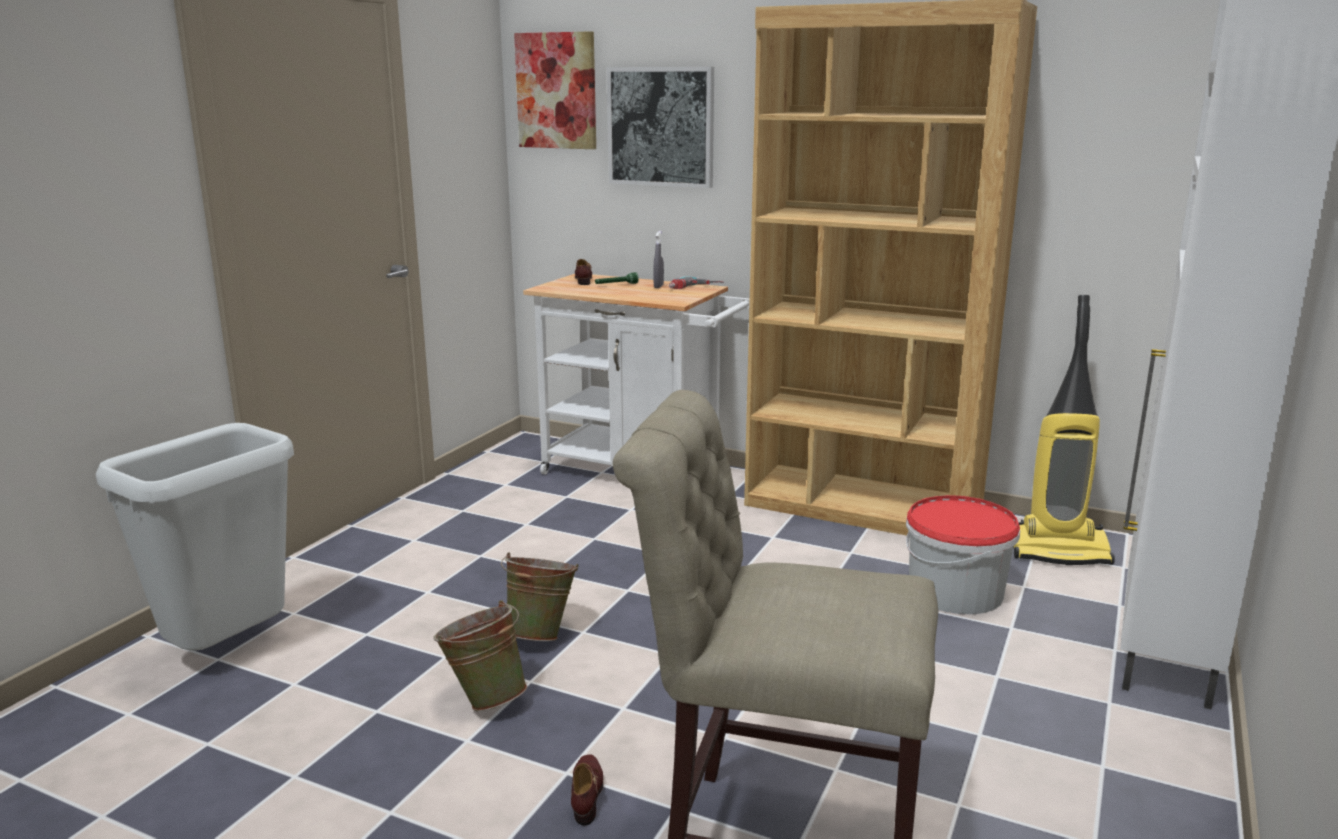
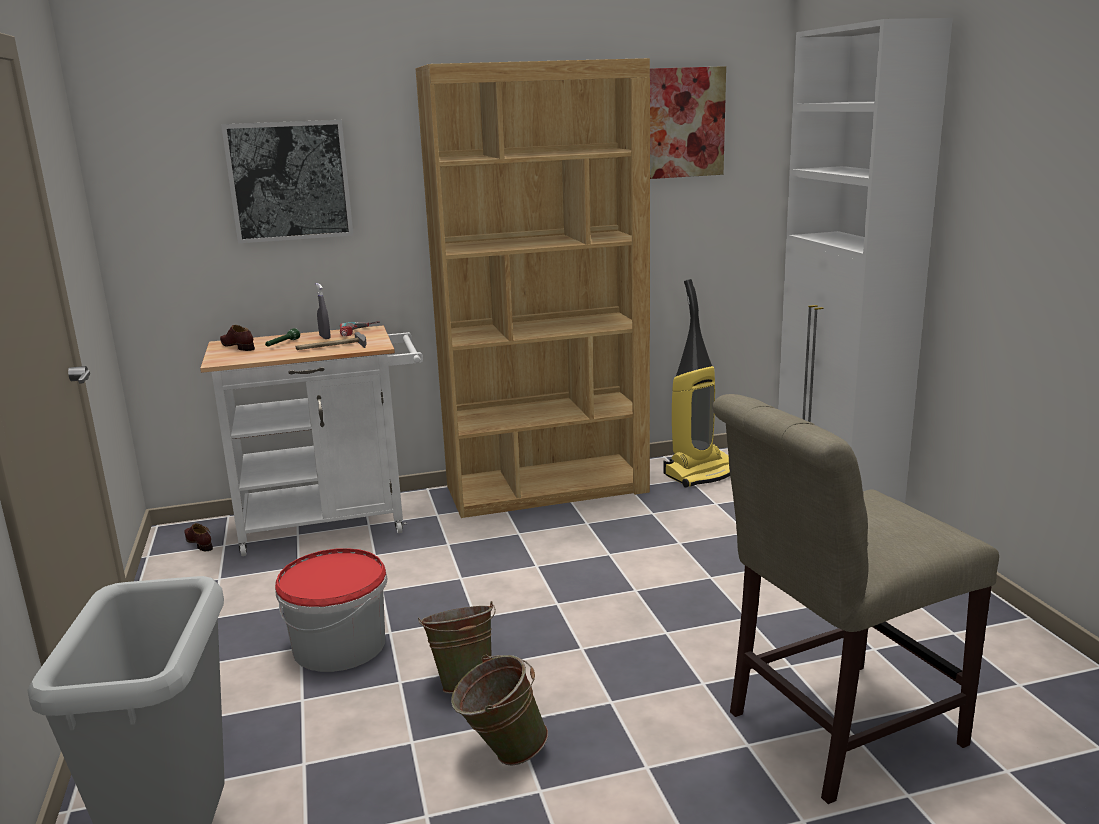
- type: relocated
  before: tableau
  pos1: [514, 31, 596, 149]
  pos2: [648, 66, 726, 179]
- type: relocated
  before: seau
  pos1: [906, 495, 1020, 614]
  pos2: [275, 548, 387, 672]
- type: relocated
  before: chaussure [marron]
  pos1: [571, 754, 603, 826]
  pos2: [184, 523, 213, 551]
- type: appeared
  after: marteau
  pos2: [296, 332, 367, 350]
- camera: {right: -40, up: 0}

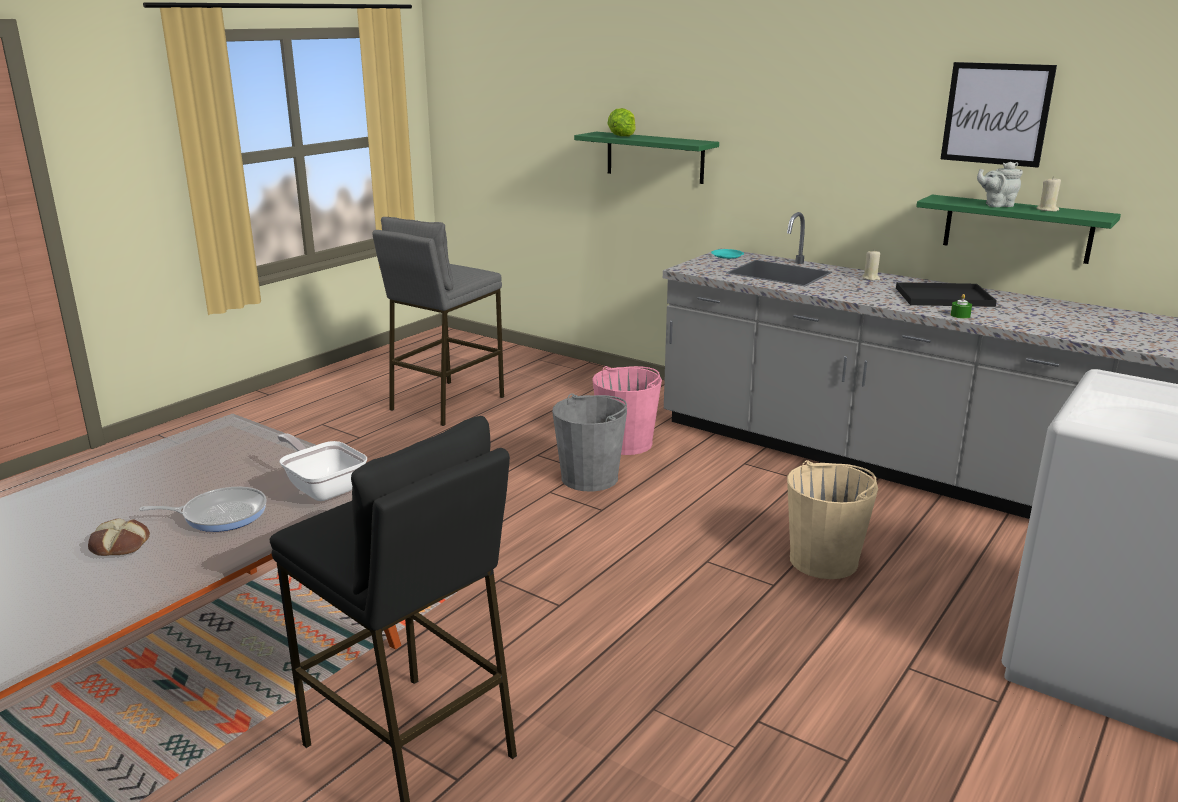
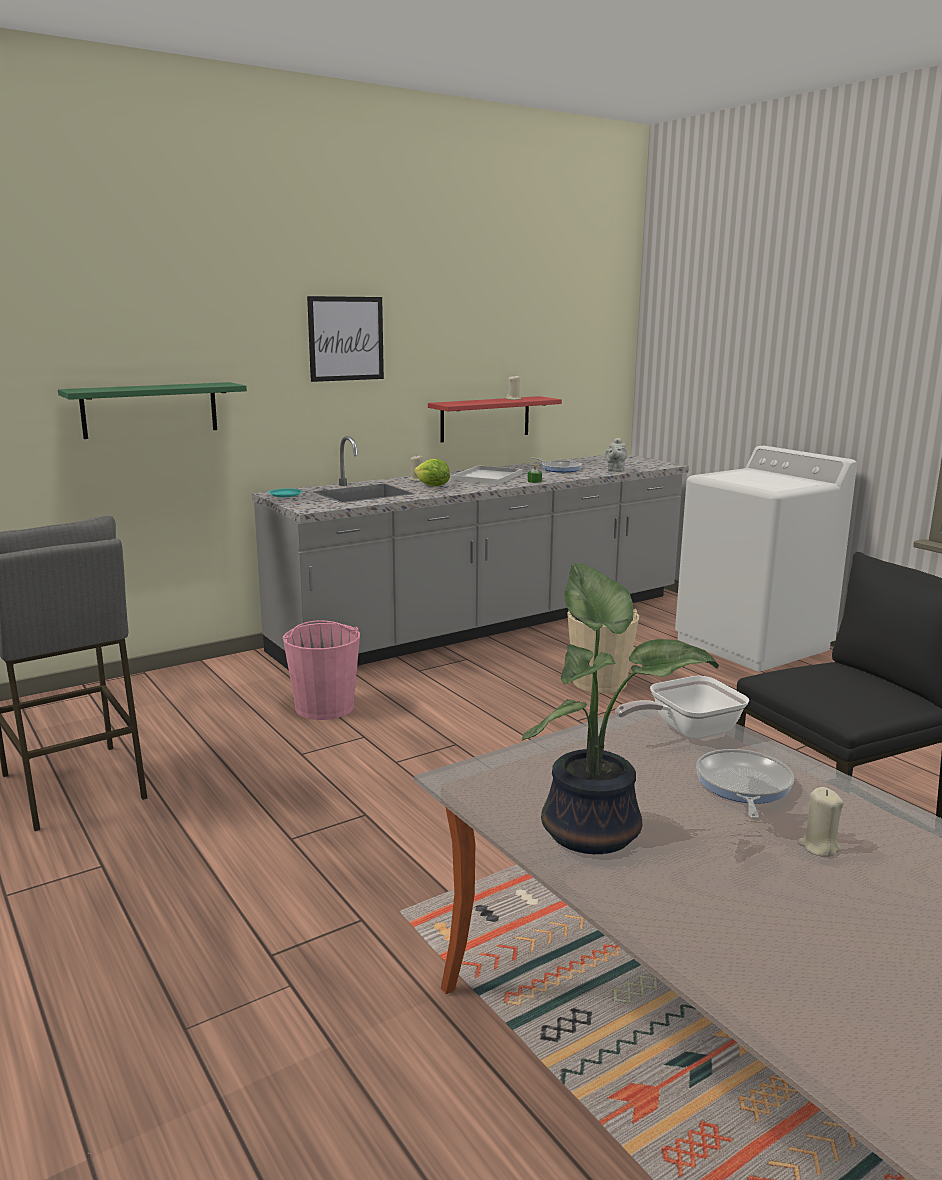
- type: relocated
  before: tableau
  pos1: [941, 62, 1057, 168]
  pos2: [307, 296, 384, 382]
- type: relocated
  before: laitue
  pos1: [607, 108, 636, 137]
  pos2: [414, 459, 450, 486]
- type: relocated
  before: théière [gris]
  pos1: [977, 162, 1023, 207]
  pos2: [605, 438, 628, 472]
- type: colour
  before: étagère [vert]
  after: étagère [rouge]
  pos1: [916, 195, 1121, 264]
  pos2: [428, 396, 562, 443]
- type: colour
  before: plateau [noir]
  after: plateau [blanc]
  pos1: [896, 282, 997, 307]
  pos2: [452, 465, 523, 485]
- type: missing
  before: seau [gris]
  pos1: [552, 393, 627, 491]
- type: exchanged
  before: pain
  after: bougie [beige]
  pos1: [88, 518, 150, 556]
  pos2: [797, 787, 844, 857]
- type: appeared
  after: poêle
  pos2: [531, 457, 582, 472]
- type: appeared
  after: plante en pot
  pos2: [522, 563, 719, 854]
- camera: {right: -70, up: -5}

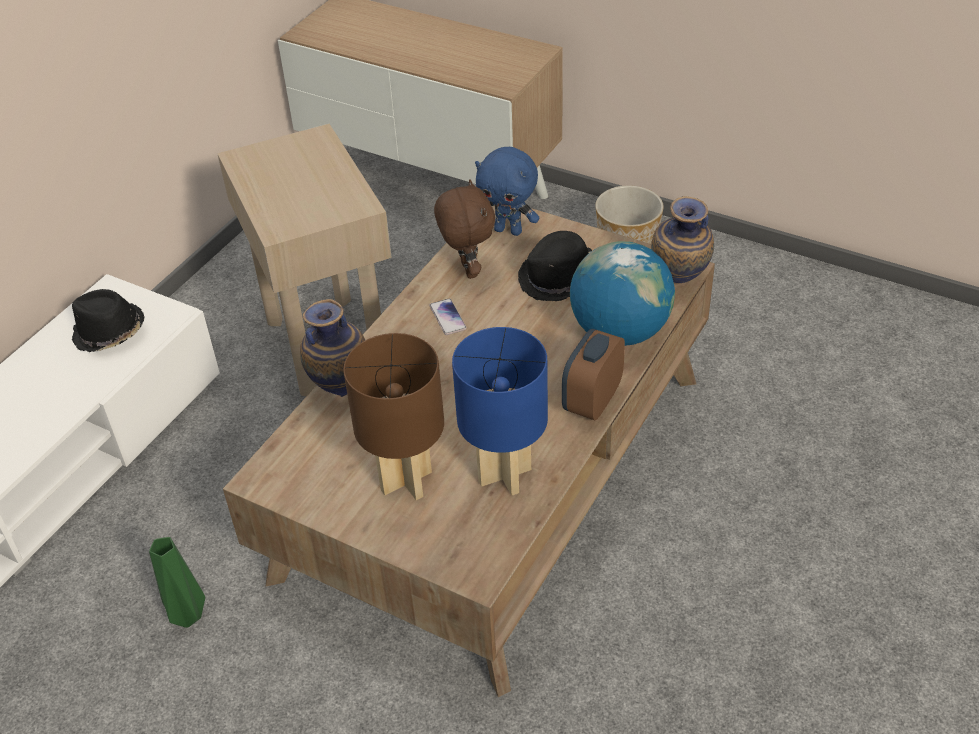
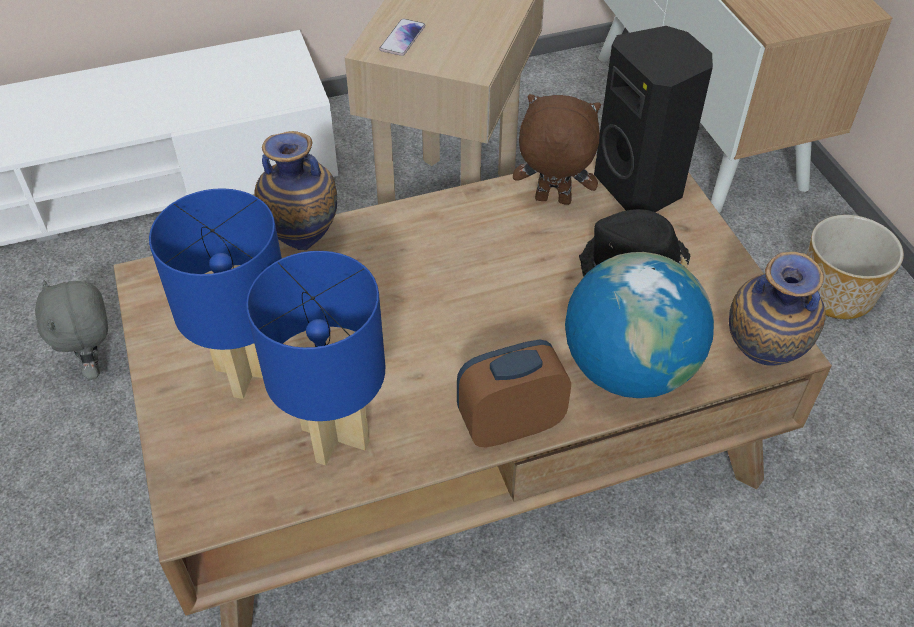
- type: exchanged
  before: peluche [bleu]
  after: enceinte [noir]
  pos1: [475, 147, 539, 236]
  pos2: [594, 26, 713, 212]
- type: spun
  before: peluche [marron]
  pos1: [434, 179, 495, 279]
  pos2: [513, 94, 601, 205]
  turn: -105
- type: missing
  before: chapeau [noir]
  pos1: [72, 289, 145, 352]
- type: relocated
  before: téléphone
  pos1: [430, 299, 467, 335]
  pos2: [379, 19, 425, 56]
- type: colour
  before: lampe de table [marron]
  after: lampe de table [bleu]
  pos1: [343, 333, 444, 500]
  pos2: [149, 188, 282, 399]
- type: exchanged
  before: vase [vert]
  after: peluche [gris]
  pos1: [149, 537, 205, 628]
  pos2: [35, 280, 108, 380]
- camera: {right: 40, up: 5}

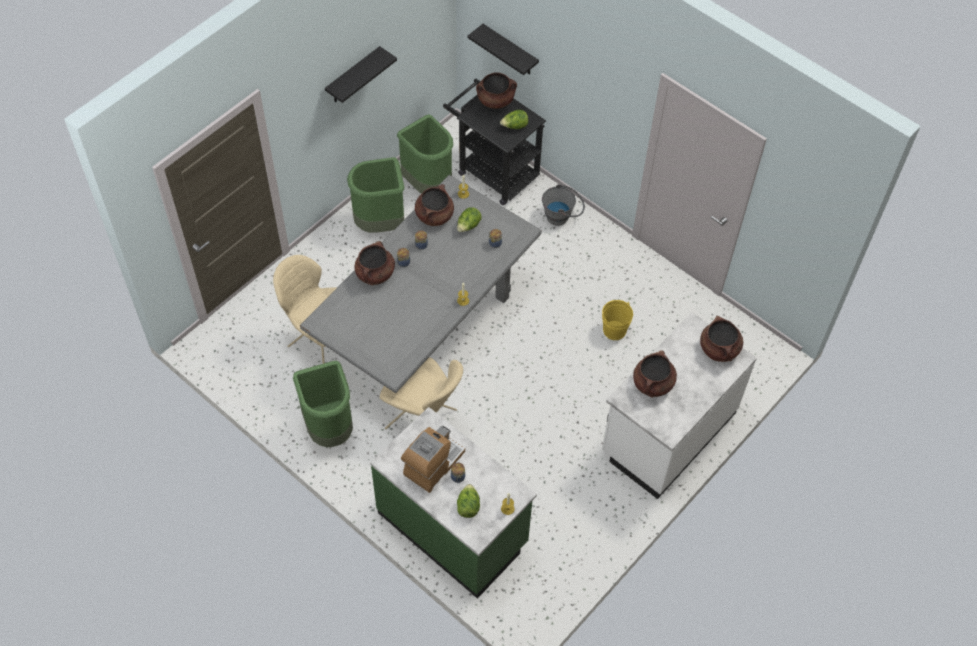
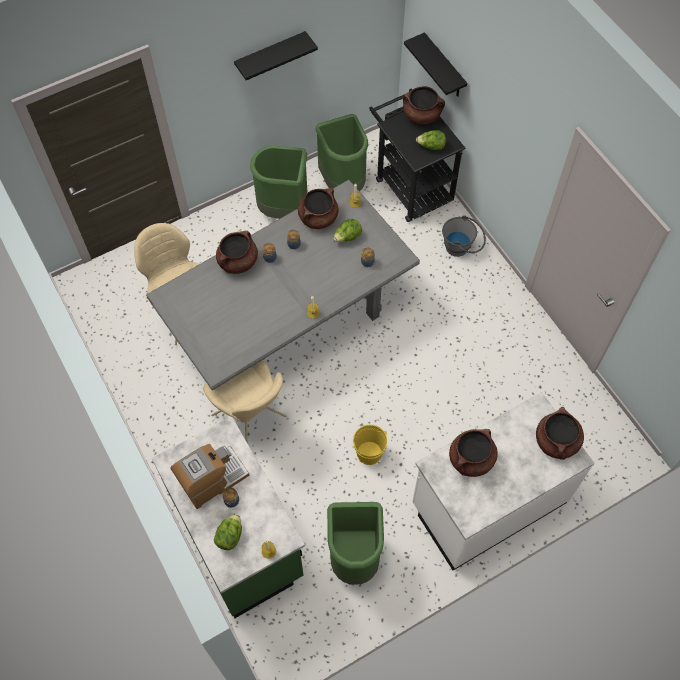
- type: relocated
  before: seau [jaune]
  pos1: [602, 300, 633, 340]
  pos2: [352, 425, 387, 465]
- type: relocated
  before: poubelle [vert]
  pos1: [293, 361, 353, 447]
  pos2: [327, 502, 384, 585]
- camera: {right: 20, up: 5}

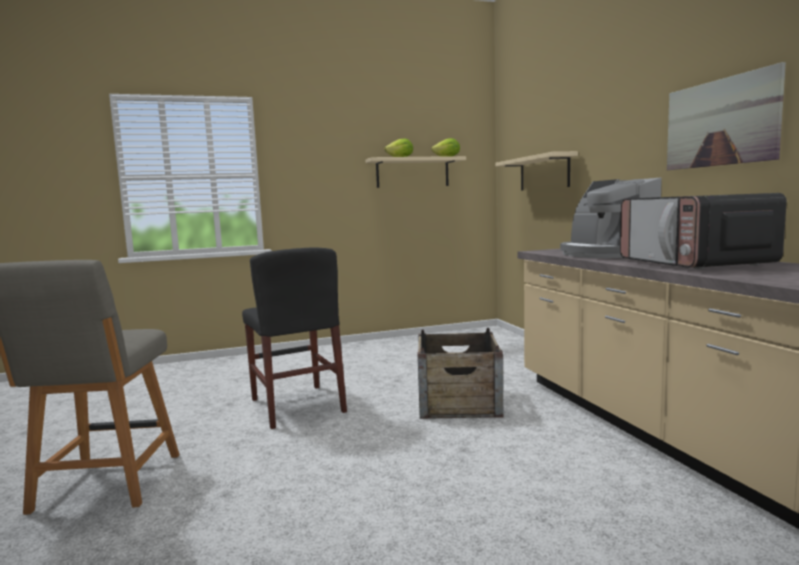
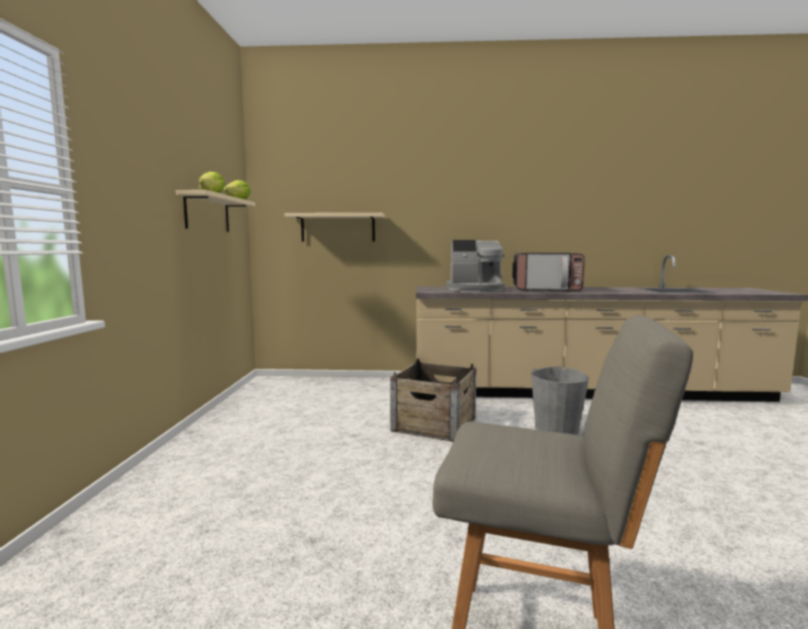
- type: missing
  before: tableau
  pos1: [667, 62, 786, 170]
- type: missing
  before: chaise [noir]
  pos1: [242, 248, 347, 429]
- type: appeared
  after: seau [gris]
  pos2: [531, 367, 589, 435]
- camera: {right: -70, up: 0}

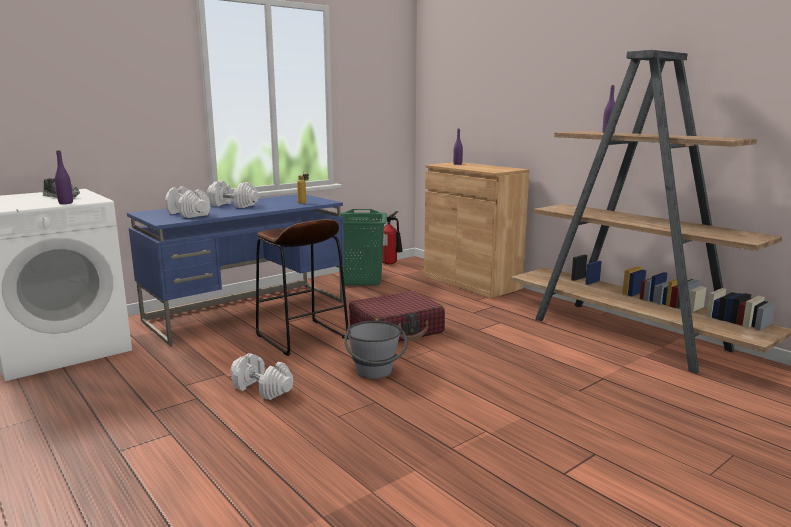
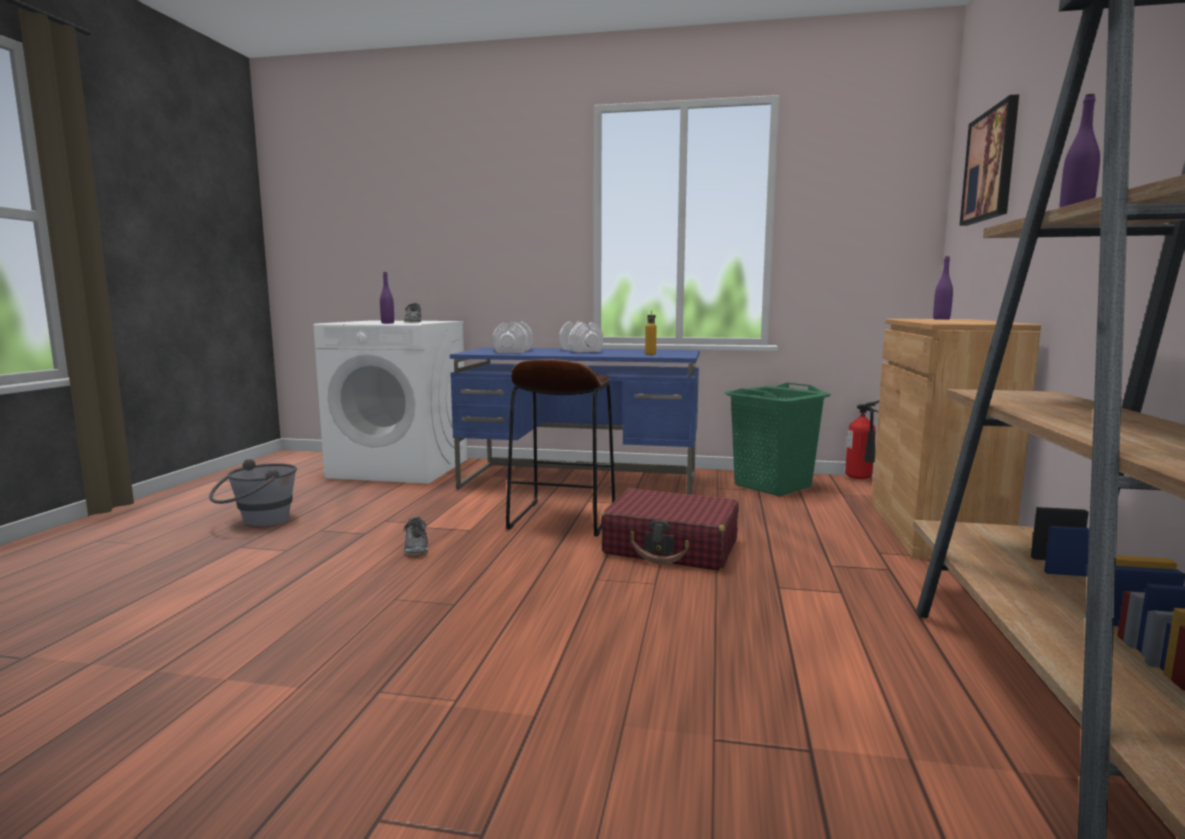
- type: relocated
  before: seau [gris]
  pos1: [344, 321, 408, 380]
  pos2: [209, 459, 297, 528]
- type: exchanged
  before: haltère [blanc]
  after: chaussure
  pos1: [231, 353, 293, 400]
  pos2: [403, 517, 428, 555]
- type: appeared
  after: tableau
  pos2: [959, 94, 1019, 226]
- camera: {right: 50, up: -5}

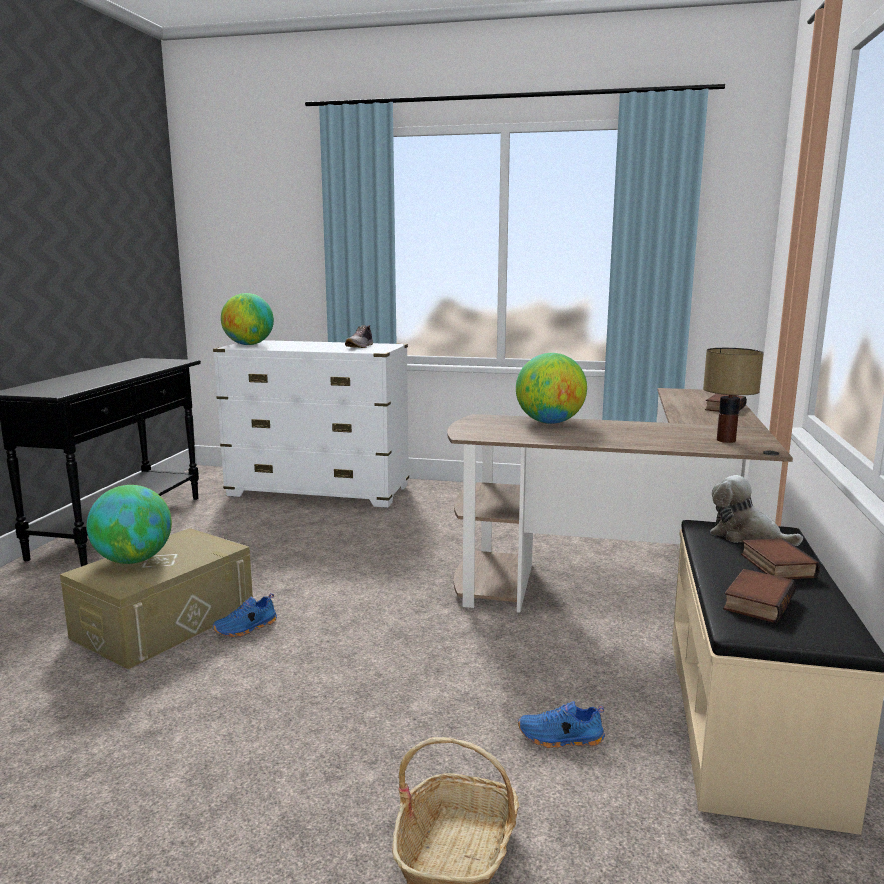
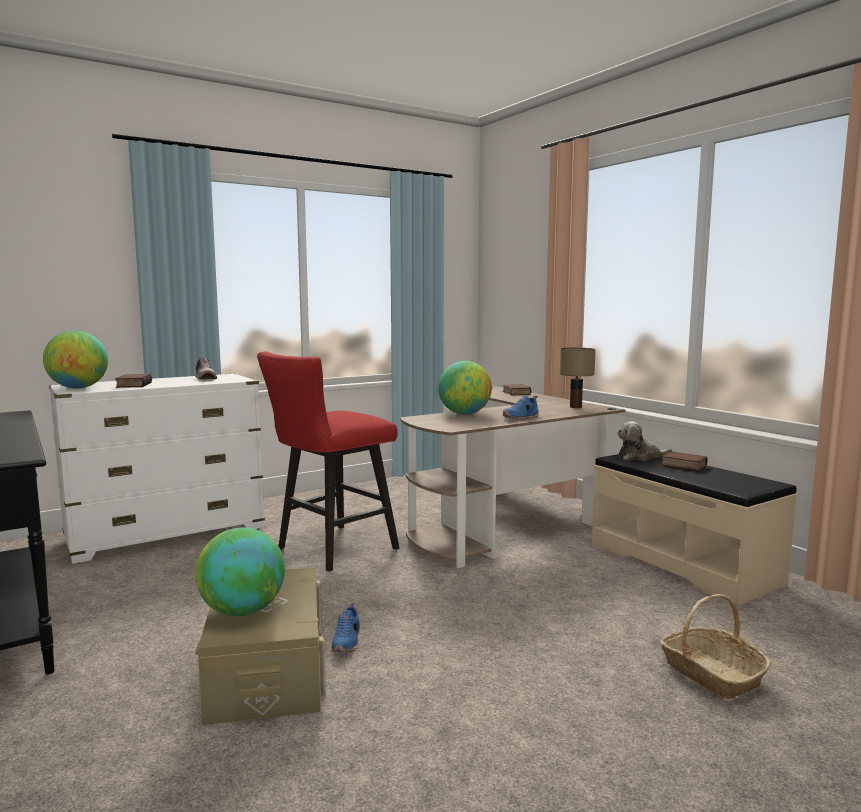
- type: relocated
  before: livre
  pos1: [723, 569, 796, 623]
  pos2: [115, 374, 152, 388]
- type: relocated
  before: chaussure [bleu]
  pos1: [518, 701, 605, 748]
  pos2: [503, 396, 539, 420]
- type: appeared
  after: tabouret [rouge]
  pos2: [257, 351, 399, 572]
- camera: {right: -45, up: -5}

